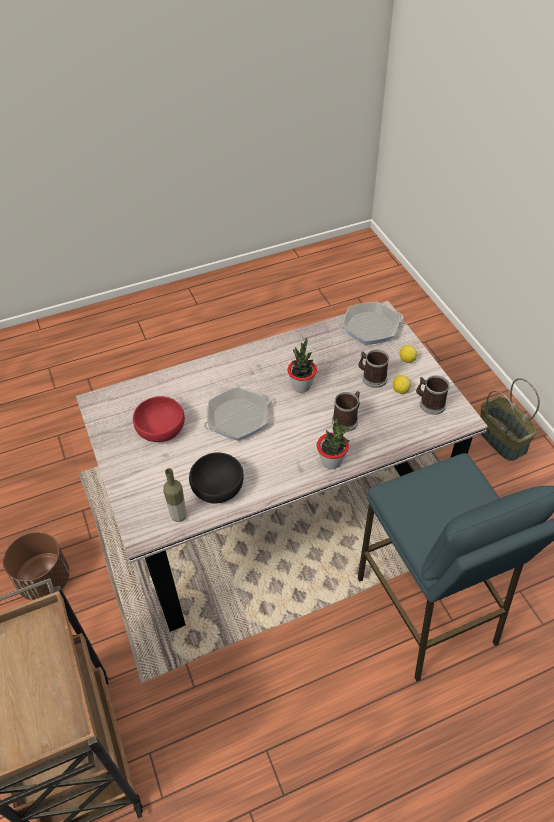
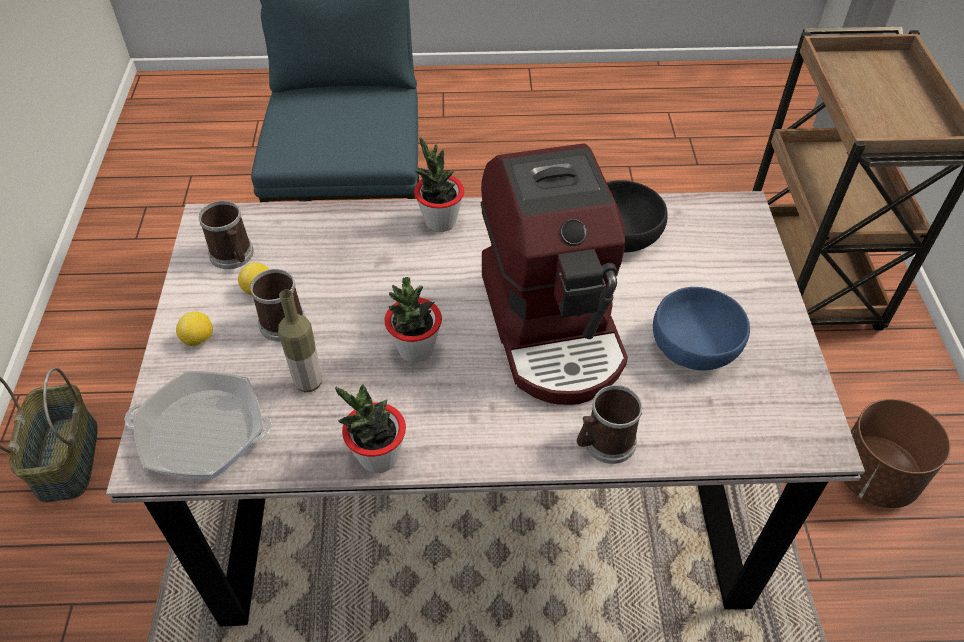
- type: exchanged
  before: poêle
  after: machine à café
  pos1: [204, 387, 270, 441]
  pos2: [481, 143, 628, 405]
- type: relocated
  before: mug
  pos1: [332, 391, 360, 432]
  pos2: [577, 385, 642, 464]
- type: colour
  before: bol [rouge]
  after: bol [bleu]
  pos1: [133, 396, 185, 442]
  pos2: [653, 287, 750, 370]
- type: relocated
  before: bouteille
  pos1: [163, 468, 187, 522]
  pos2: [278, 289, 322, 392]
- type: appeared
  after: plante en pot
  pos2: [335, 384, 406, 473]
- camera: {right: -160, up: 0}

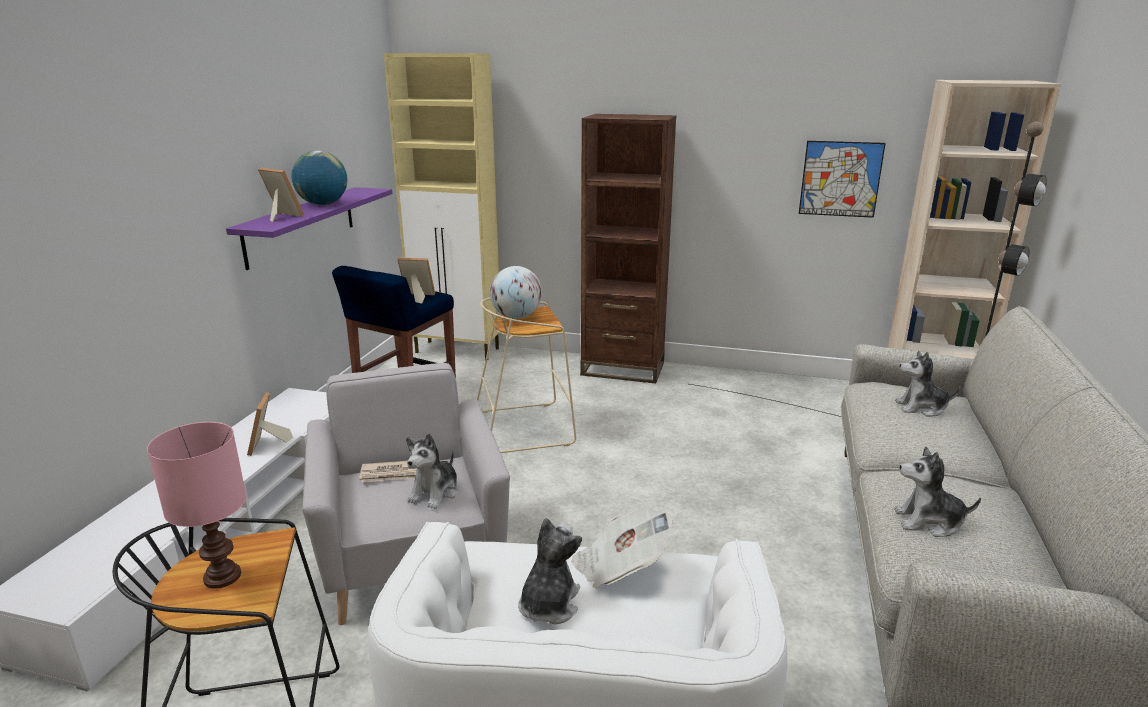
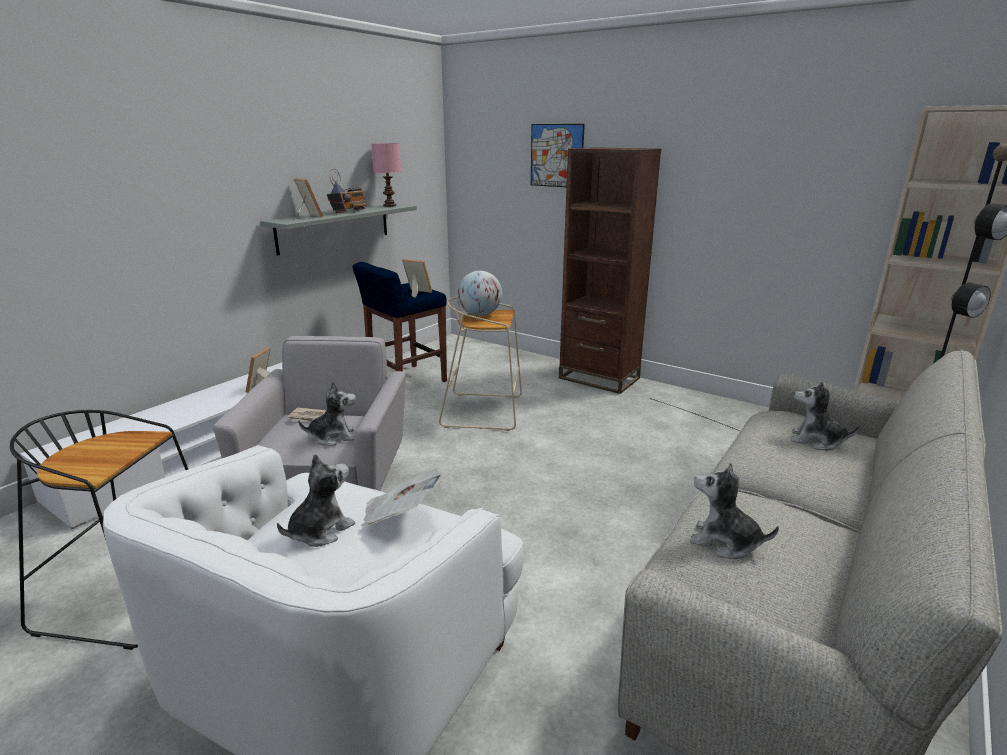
- type: missing
  before: meuble de rangement [beige]
  pos1: [384, 53, 501, 361]
- type: relocated
  before: tableau
  pos1: [799, 141, 886, 218]
  pos2: [531, 124, 585, 187]
- type: exchanged
  before: globe
  after: radio
  pos1: [291, 150, 347, 205]
  pos2: [327, 169, 367, 213]
- type: colour
  before: étagère [violet]
  after: étagère [gris]
  pos1: [226, 187, 392, 270]
  pos2: [260, 204, 417, 256]
- type: relocated
  before: lampe de table [rose]
  pos1: [147, 422, 246, 589]
  pos2: [371, 143, 401, 207]
- type: spun
  before: peluche
  pos1: [406, 433, 459, 509]
  pos2: [298, 381, 356, 446]
  turn: -150
- camera: {right: 20, up: 0}

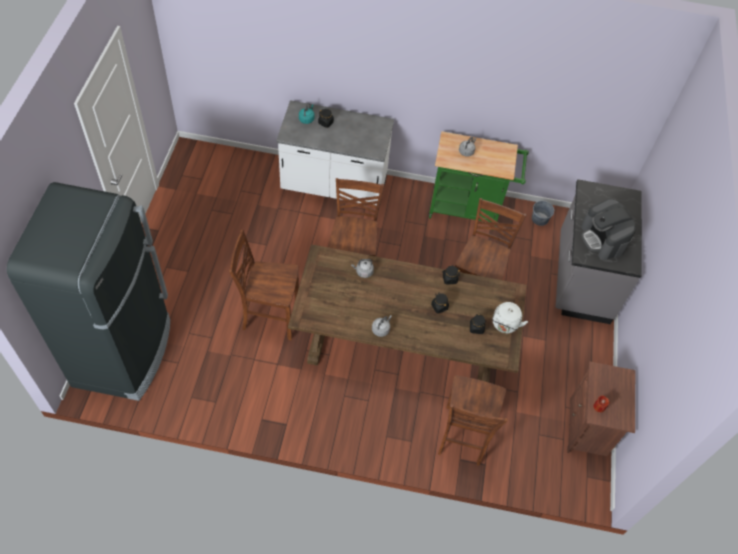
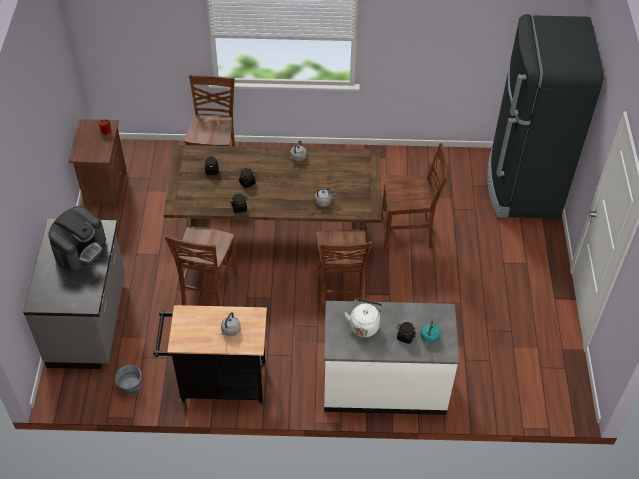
- type: colour
  before: chariot [vert]
  after: chariot [noir]
  pos1: [429, 131, 529, 227]
  pos2: [153, 305, 267, 405]
- type: spun
  before: machine à café
  pos1: [581, 199, 636, 260]
  pos2: [48, 206, 106, 271]
  turn: 60
- type: relocated
  before: bouilloire [blanc]
  pos1: [492, 302, 528, 333]
  pos2: [344, 299, 383, 337]
- camera: {right: 175, up: -5}

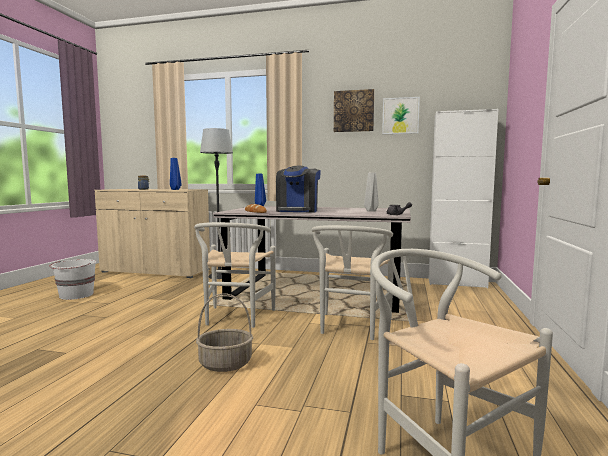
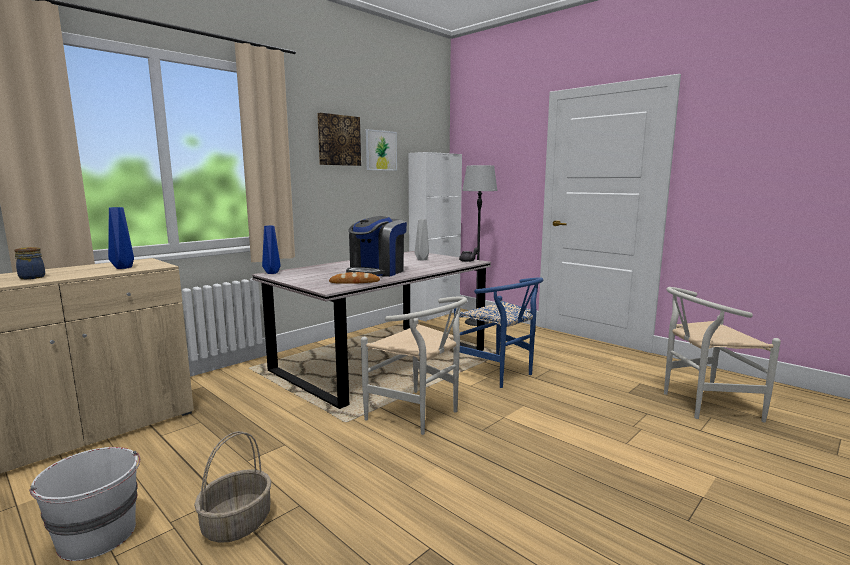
- type: relocated
  before: lampadaire
  pos1: [200, 128, 233, 279]
  pos2: [462, 165, 498, 326]
- type: spun
  before: machine à café
  pos1: [276, 166, 321, 213]
  pos2: [346, 216, 407, 277]
  turn: 75
- type: colour
  before: chaise [blanc]
  after: chaise [bleu]
  pos1: [312, 225, 394, 340]
  pos2: [454, 277, 543, 388]
- type: relocated
  before: panier
  pos1: [196, 294, 253, 372]
  pos2: [194, 431, 271, 543]
- camera: {right: -60, up: 5}

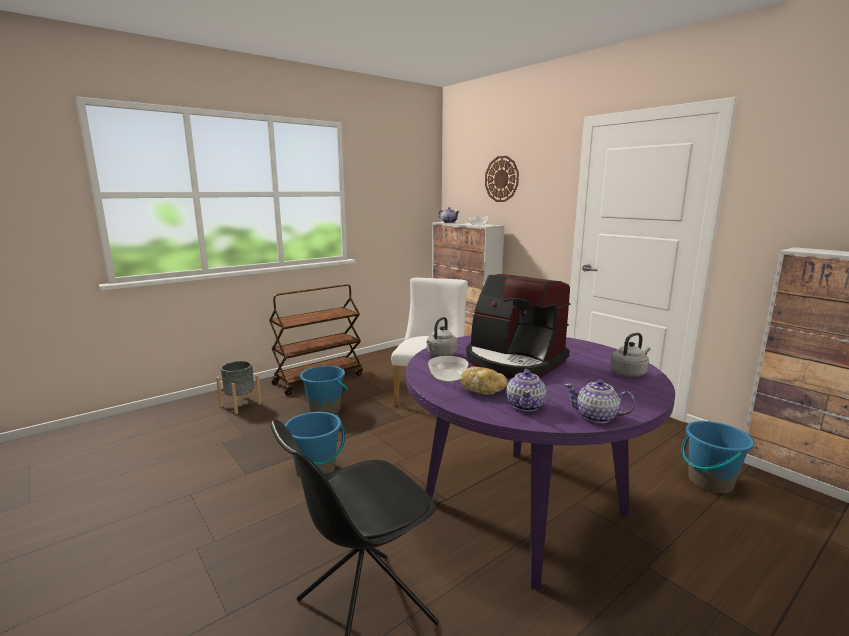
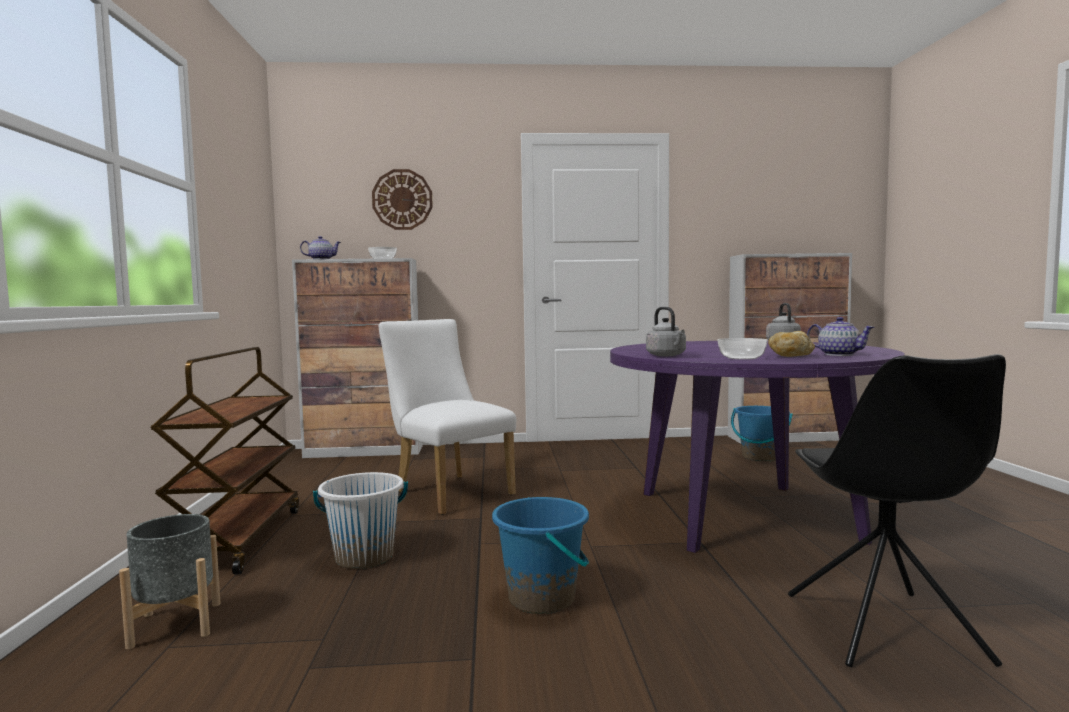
- type: missing
  before: machine à café
  pos1: [466, 274, 570, 378]
- type: colour
  before: seau [bleu]
  after: seau [blanc]
  pos1: [300, 366, 348, 415]
  pos2: [313, 472, 408, 569]
- type: missing
  before: théière
  pos1: [564, 380, 636, 423]
- camera: {right: -55, up: -10}

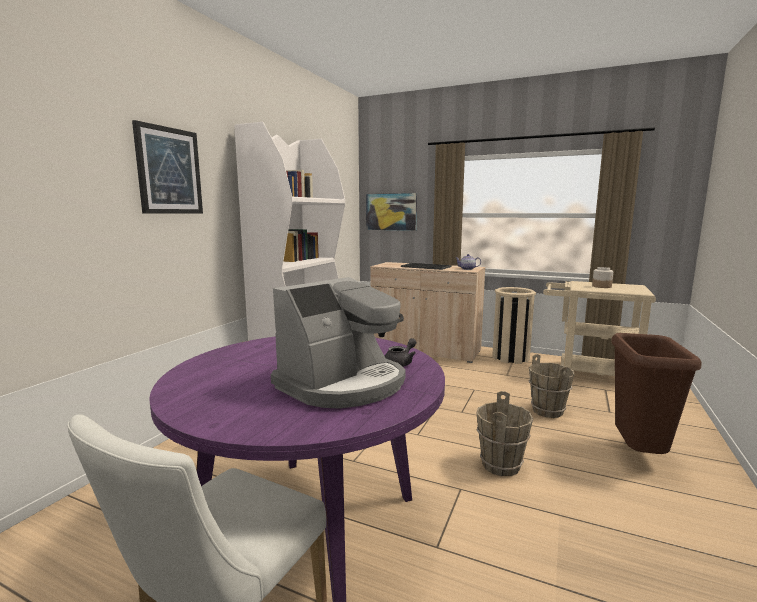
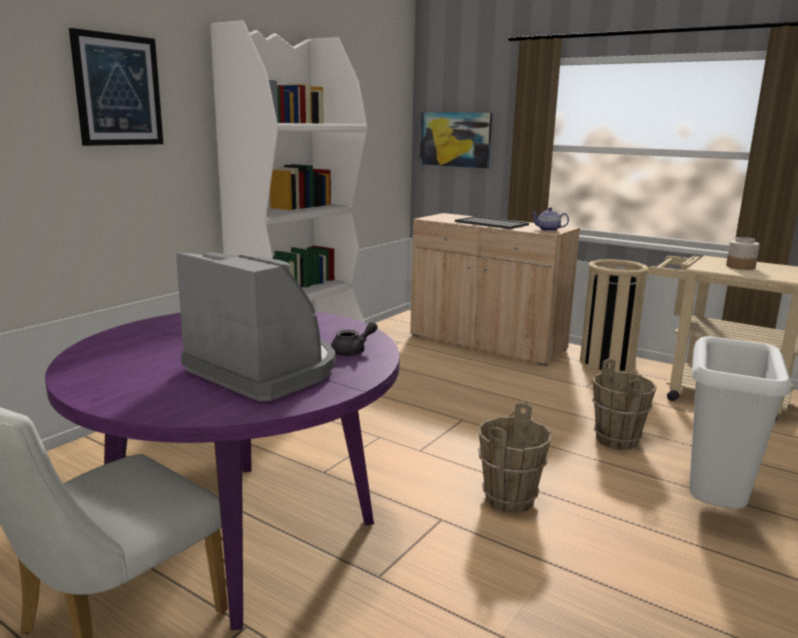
- type: spun
  before: machine à café
  pos1: [271, 277, 406, 409]
  pos2: [176, 252, 335, 401]
  turn: -105
- type: colour
  before: poubelle [marron]
  after: poubelle [blanc]
  pos1: [611, 333, 702, 454]
  pos2: [689, 336, 791, 509]
- camera: {right: 10, up: 5}

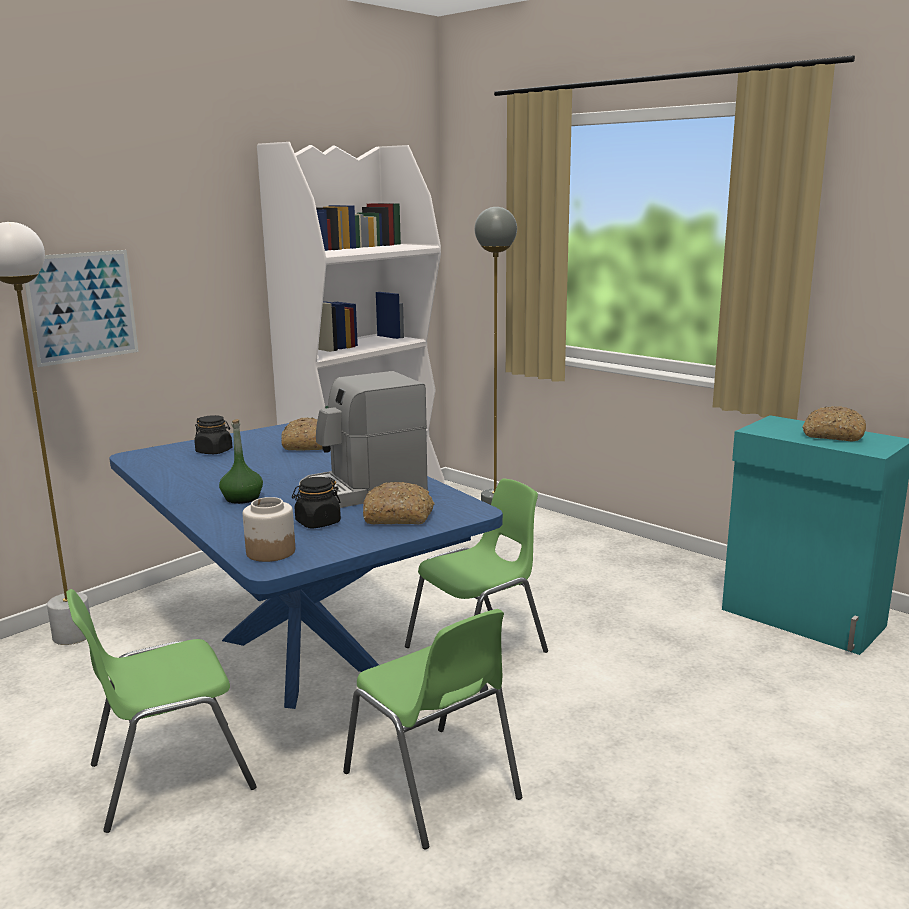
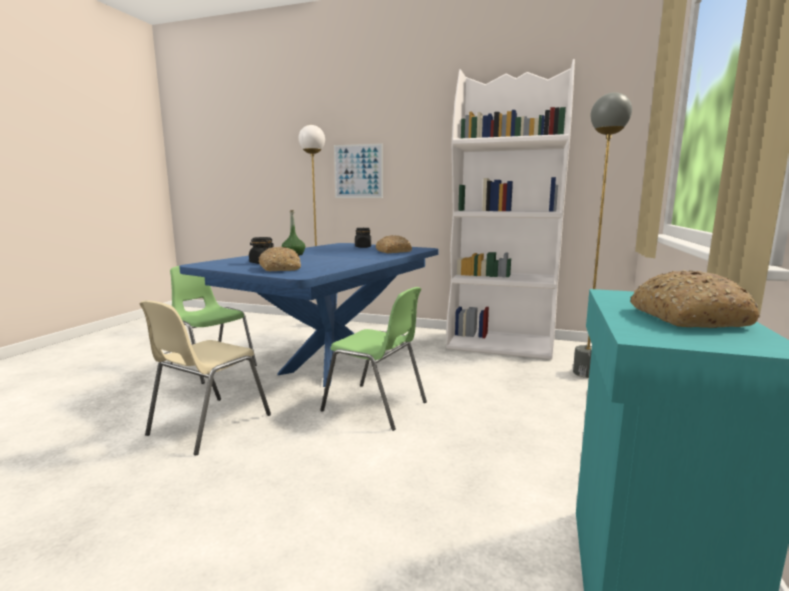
- type: missing
  before: machine à café
  pos1: [299, 371, 428, 508]
- type: missing
  before: bocal
  pos1: [243, 497, 295, 562]
- type: colour
  before: chaise [vert]
  after: chaise [beige]
  pos1: [343, 609, 522, 849]
  pos2: [139, 301, 271, 455]
- camera: {right: 65, up: -5}

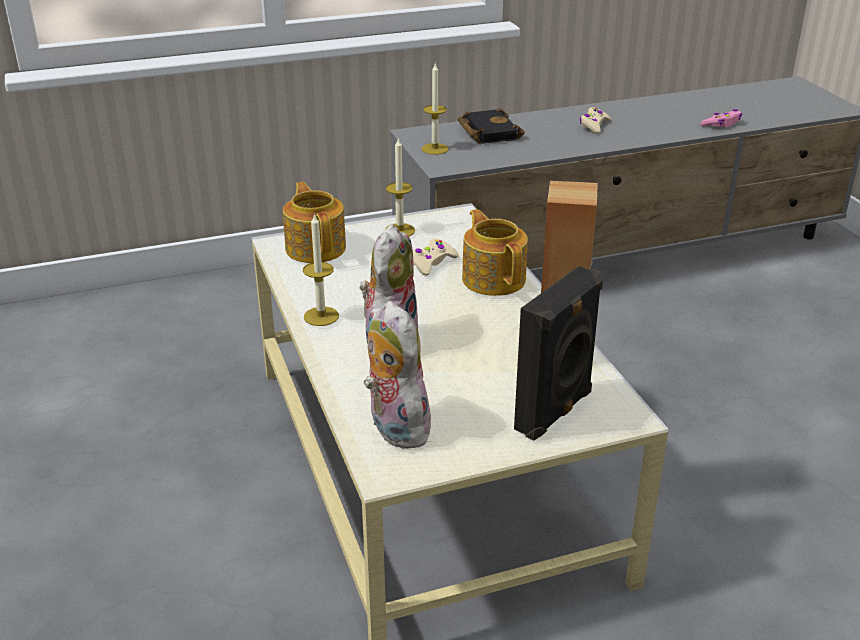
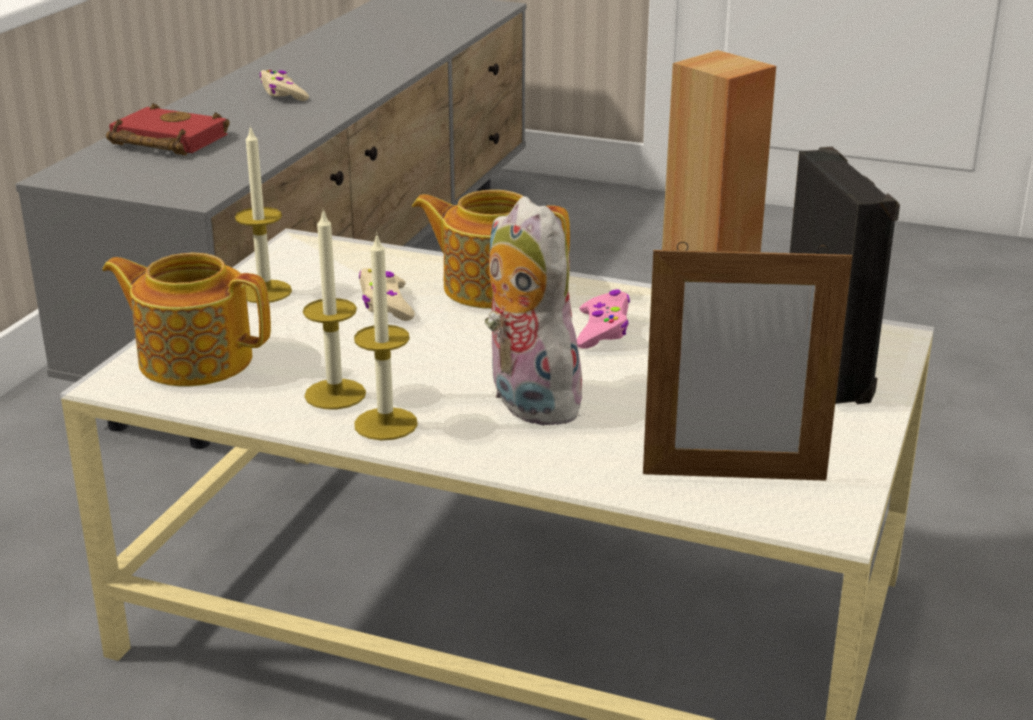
- type: relocated
  before: bougie
  pos1: [421, 64, 449, 155]
  pos2: [303, 209, 366, 409]
- type: colour
  before: livre [noir]
  after: livre [rouge]
  pos1: [458, 108, 525, 144]
  pos2: [106, 103, 230, 155]
- type: relocated
  before: manette [rose]
  pos1: [700, 109, 742, 127]
  pos2: [577, 289, 630, 349]
- type: exchanged
  before: peluche
  after: cadre photo
  pos1: [364, 301, 435, 449]
  pos2: [643, 242, 852, 481]
- camera: {right: -50, up: -5}

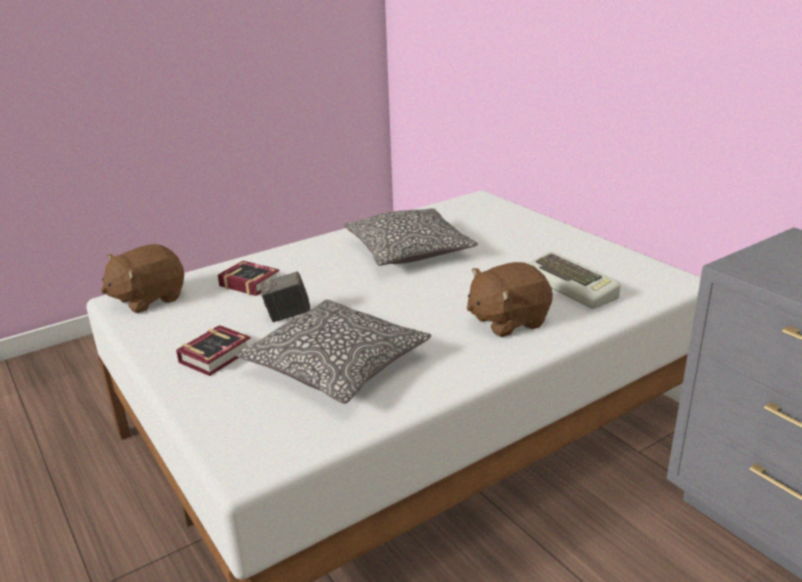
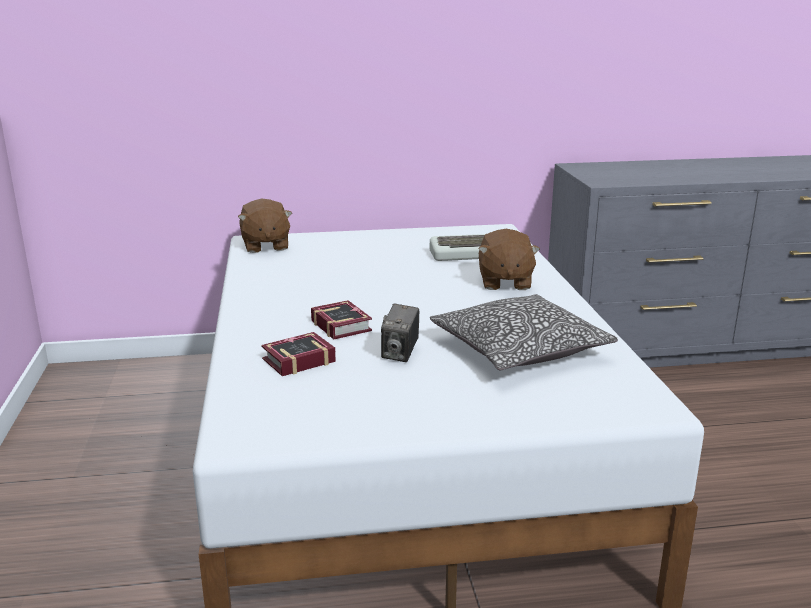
- type: missing
  before: coussin
  pos1: [344, 208, 478, 266]
- type: relocated
  before: peluche [marron]
  pos1: [101, 244, 184, 313]
  pos2: [238, 199, 292, 253]
- type: relocated
  before: livre
  pos1: [176, 325, 251, 376]
  pos2: [311, 300, 372, 340]
- camera: {right: -65, up: -5}

